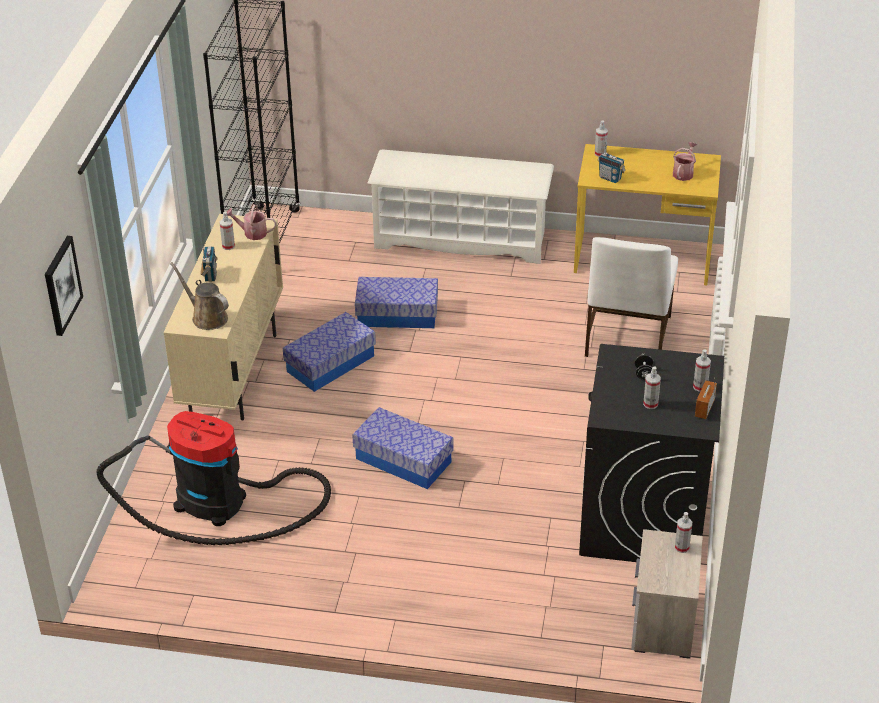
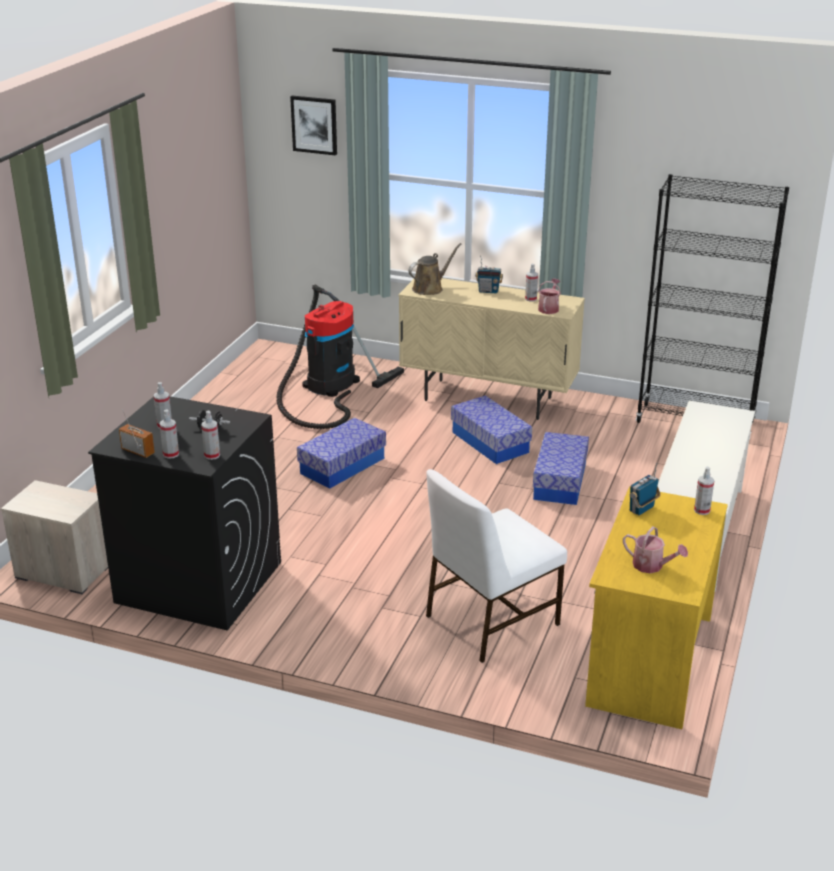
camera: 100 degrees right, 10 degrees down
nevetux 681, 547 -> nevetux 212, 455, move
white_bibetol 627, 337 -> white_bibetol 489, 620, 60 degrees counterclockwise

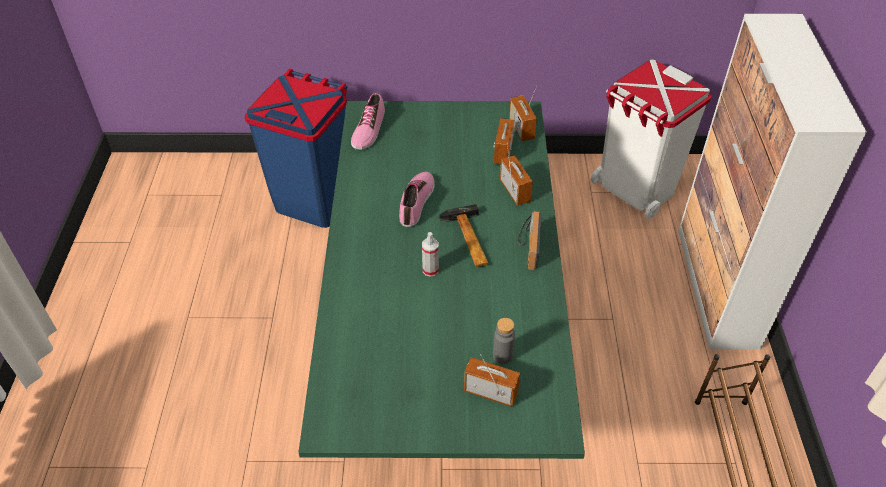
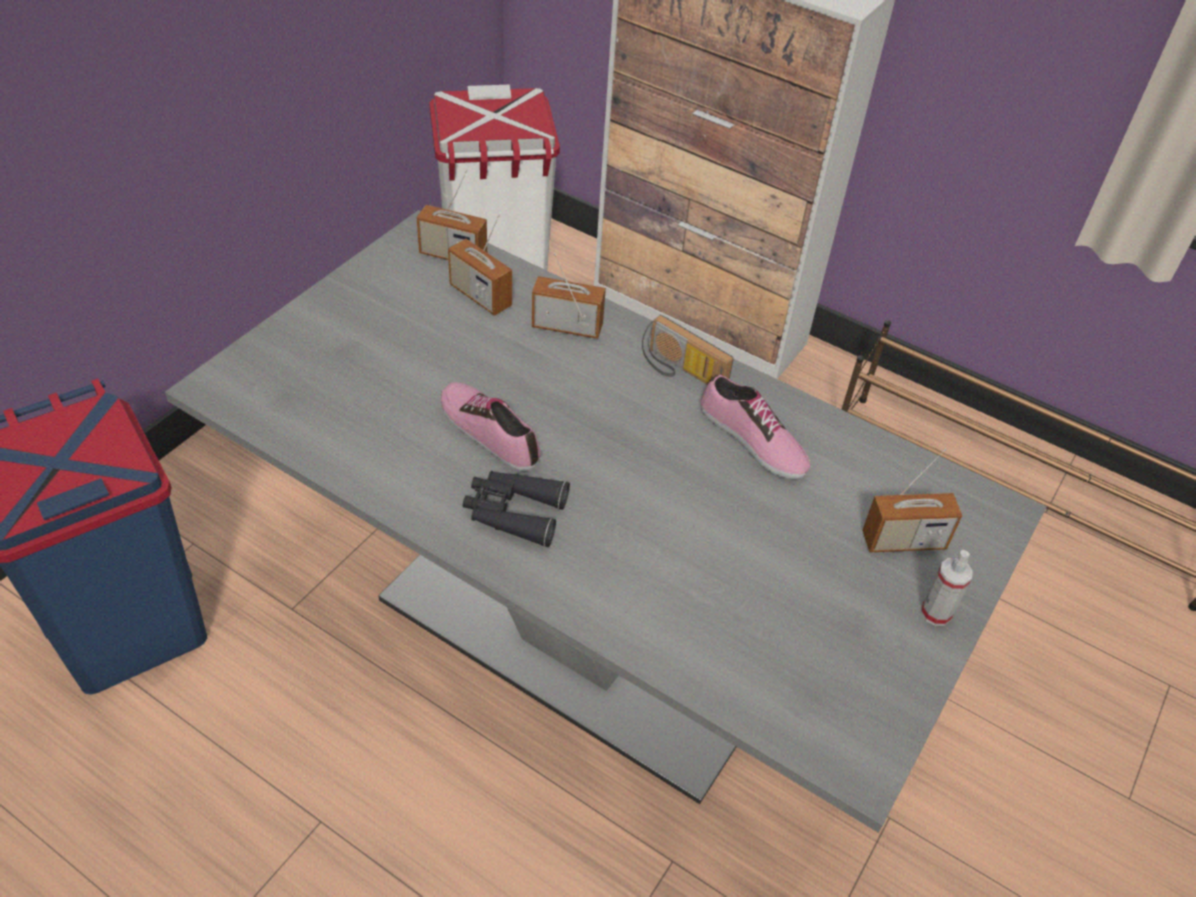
camera: 60 degrees left, 0 degrees up
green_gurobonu 443, 355 -> grey_gurobonu 582, 632
none -> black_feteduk 513, 513
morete 368, 129 -> morete 752, 440, move
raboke 490, 392 -> raboke 903, 541, 150 degrees counterclockwise
nevetux 430, 270 -> nevetux 935, 613, move
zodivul 468, 240 -> none
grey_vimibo 502, 355 -> none

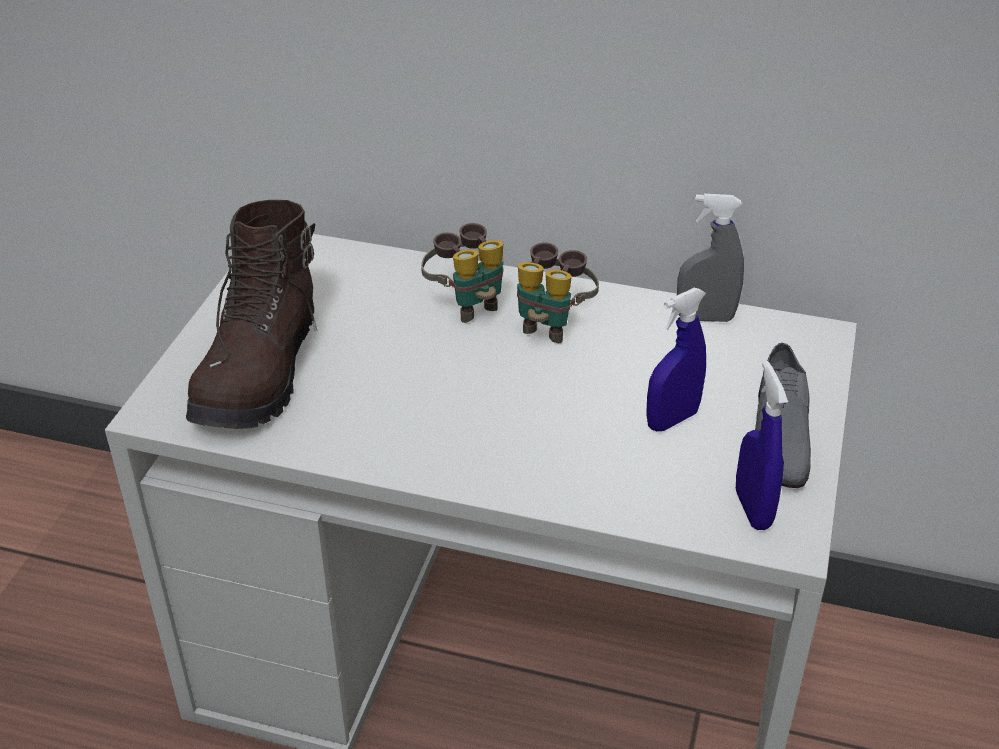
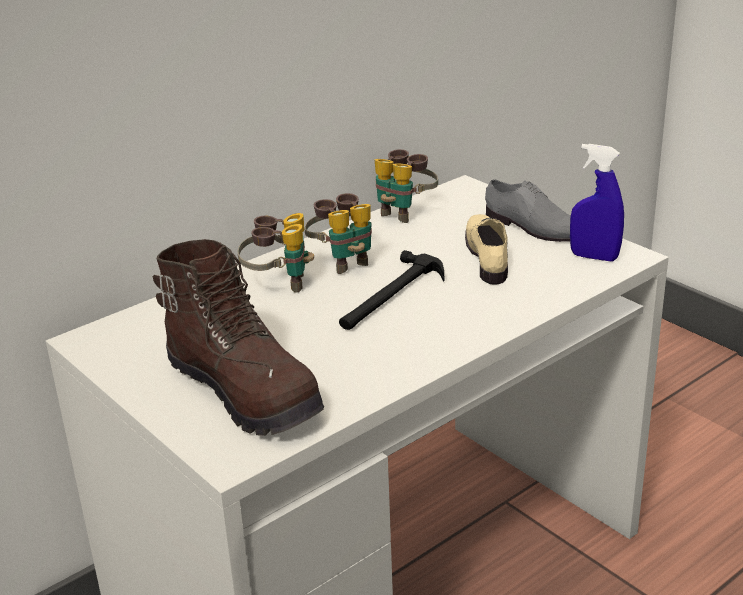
camera: 55 degrees left, 10 degrees down
none -> zodivul 391, 296
grey_nevetux 705, 318 -> feteduk 404, 212
blue_nevetux 672, 420 -> beige_morete 489, 254

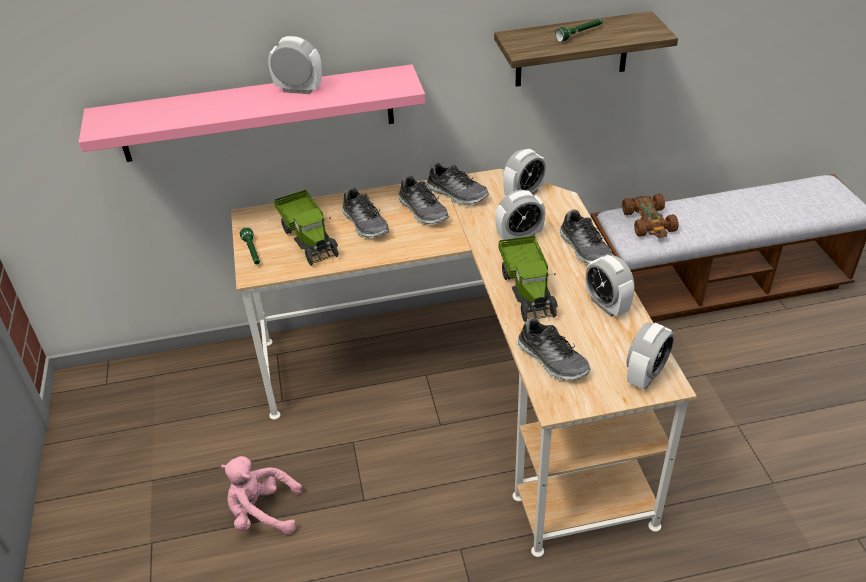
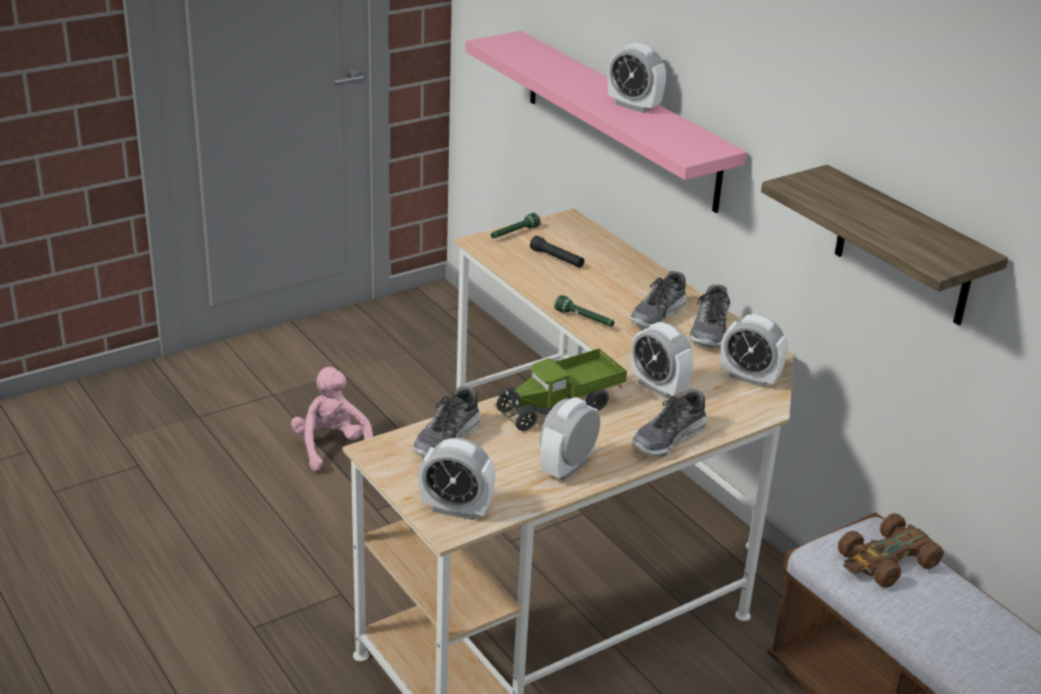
camera: 65 degrees right, 10 degrees down
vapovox 309, 239 -> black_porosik 557, 259
green_porosik 579, 34 -> green_porosik 584, 320, move
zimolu 298, 89 -> zimolu 634, 106, 135 degrees clockwise
morete 365, 224 -> none

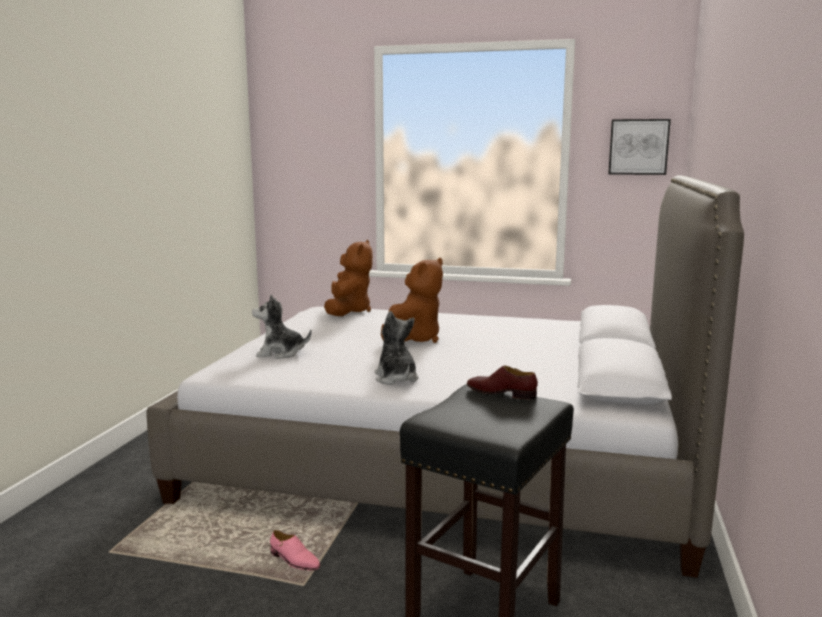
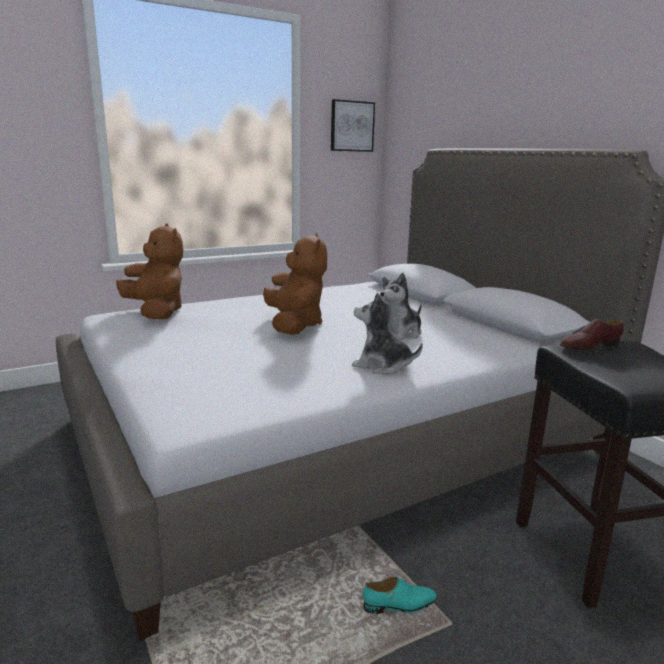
camera: 45 degrees left, 5 degrees up
pink_morete 294, 561 -> turquoise_morete 400, 605
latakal 280, 353 -> latakal 400, 334, move

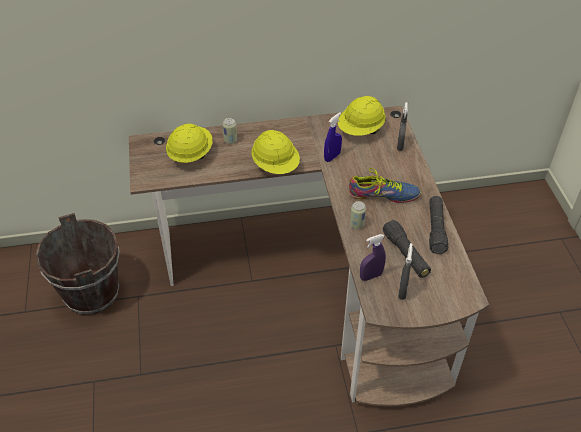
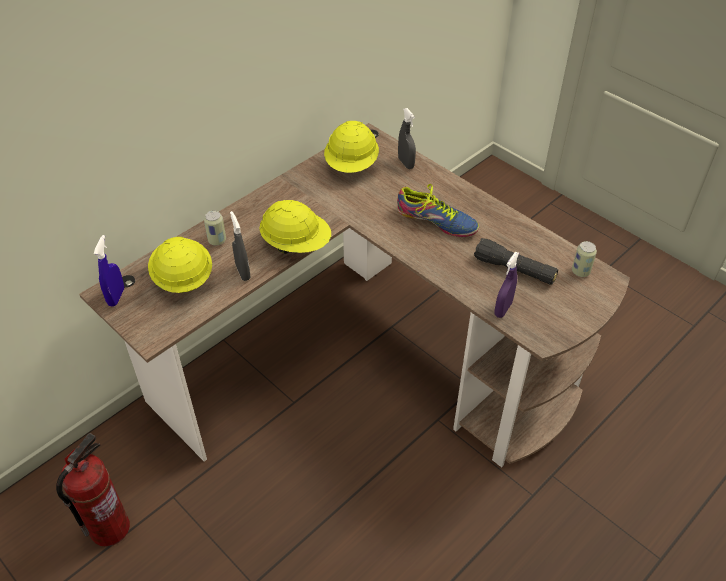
camera: 35 degrees left, 0 degrees up
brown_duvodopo 92, 293 -> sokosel 109, 527
blue_nevetux 332, 157 -> blue_nevetux 116, 297, move
grey_nevetux 402, 291 -> grey_nevetux 243, 272, move
morete 383, 194 -> morete 436, 220, 60 degrees clockwise
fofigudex 356, 225 -> fofigudex 580, 271, move
black_porosik 436, 229 -> none

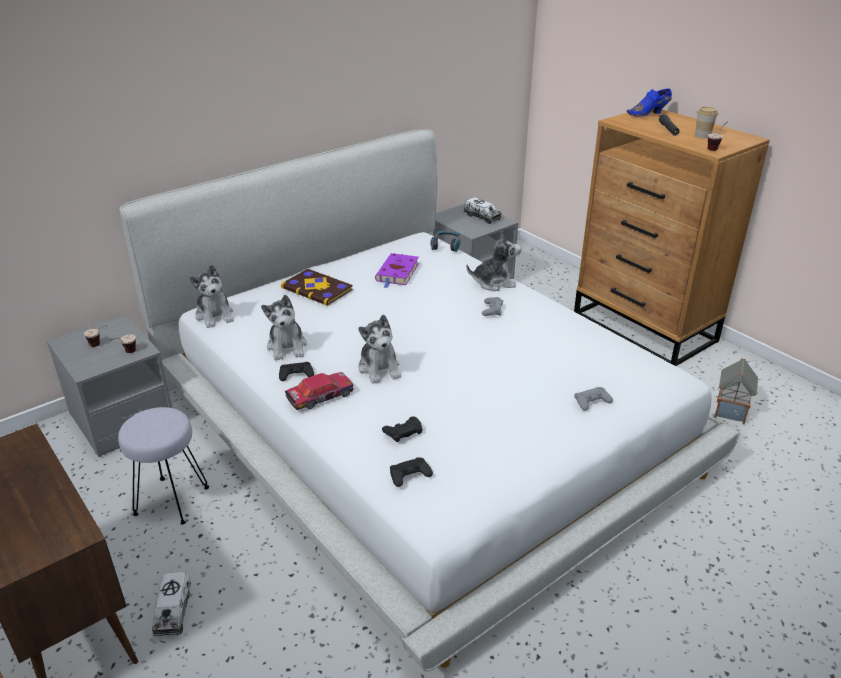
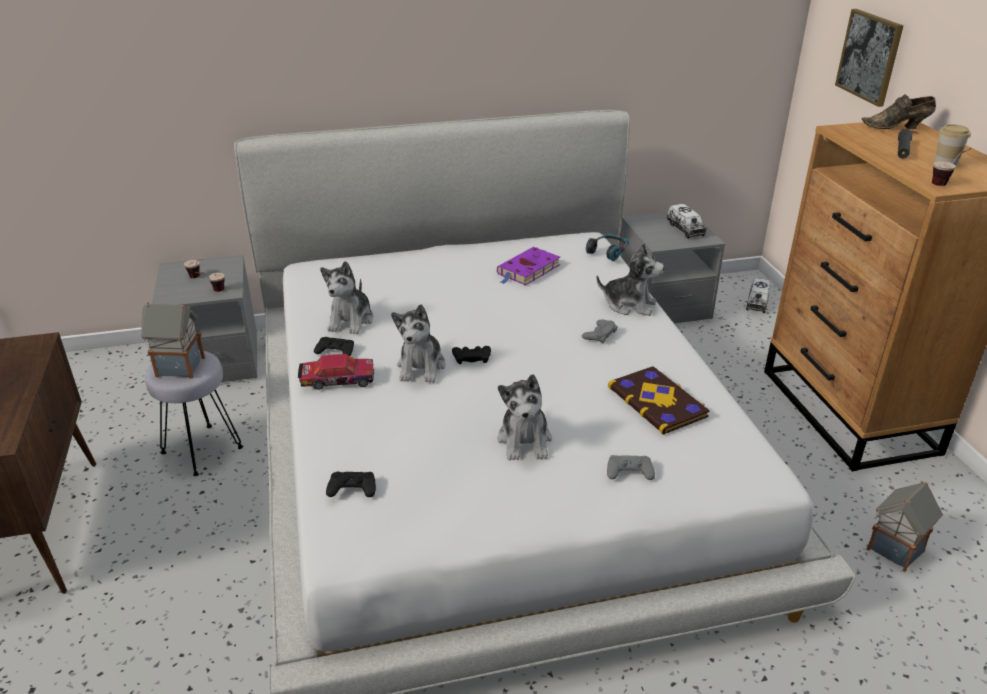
camera: 25 degrees right, 0 degrees up
none -> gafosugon 179, 367
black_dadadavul 403, 431 -> black_dadadavul 471, 357, move
latakal 215, 315 -> latakal 525, 440, move
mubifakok 317, 288 -> mubifakok 658, 401, move
vapovox 173, 611 -> vapovox 757, 302, move
none -> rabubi 869, 56
blue_morete 649, 114 -> brown_morete 897, 127

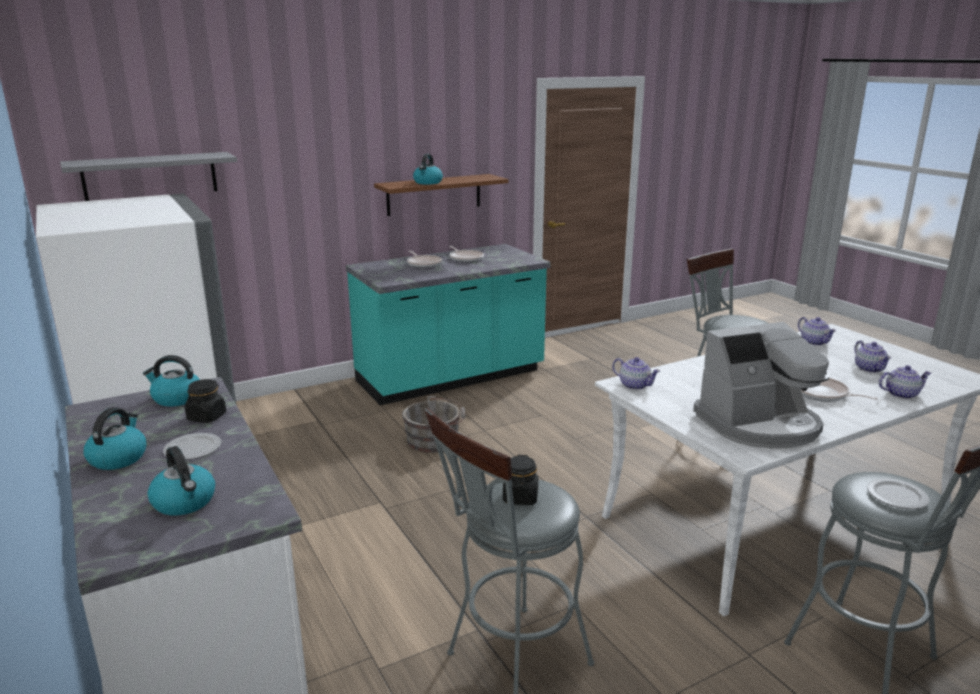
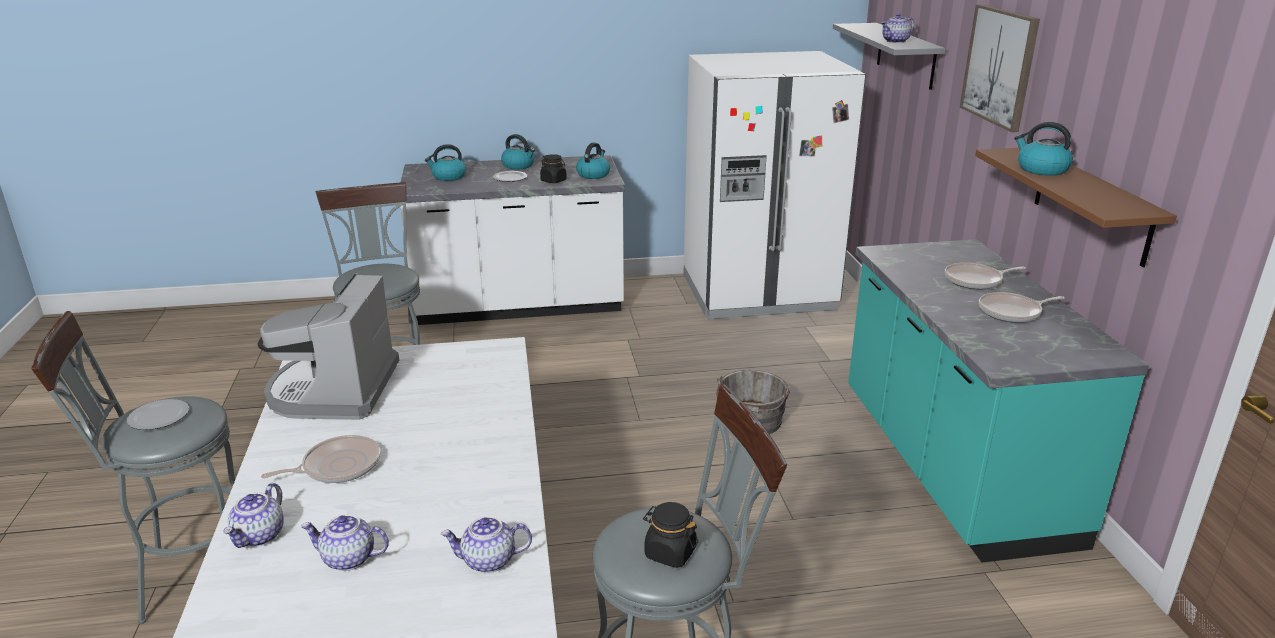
camera: 110 degrees right, 5 degrees up
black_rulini 520, 497 -> black_rulini 669, 553, move
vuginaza 635, 385 -> vuginaza 895, 41, move
none -> rabubi 1000, 66

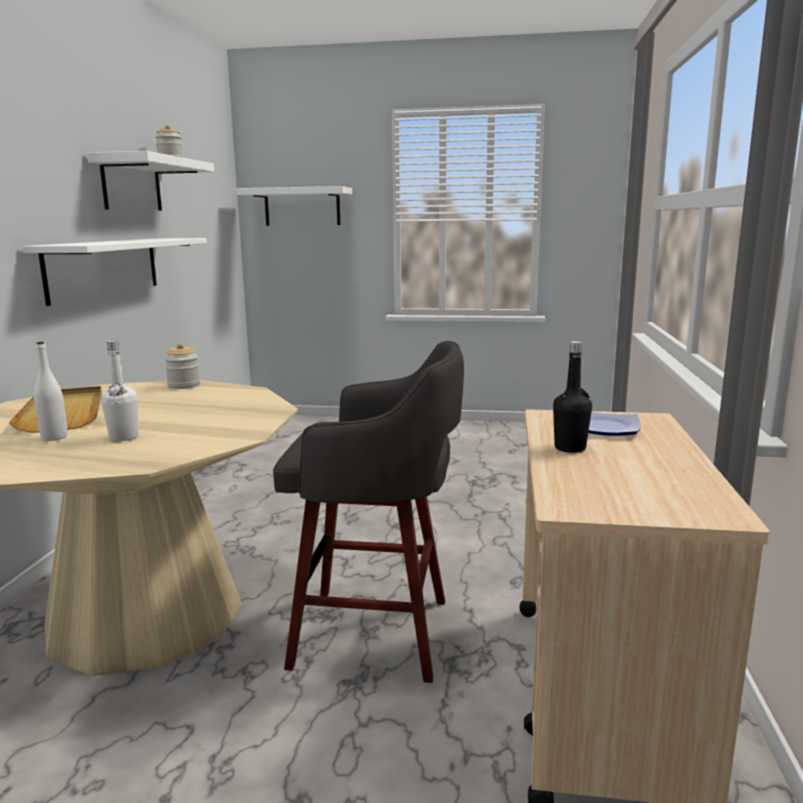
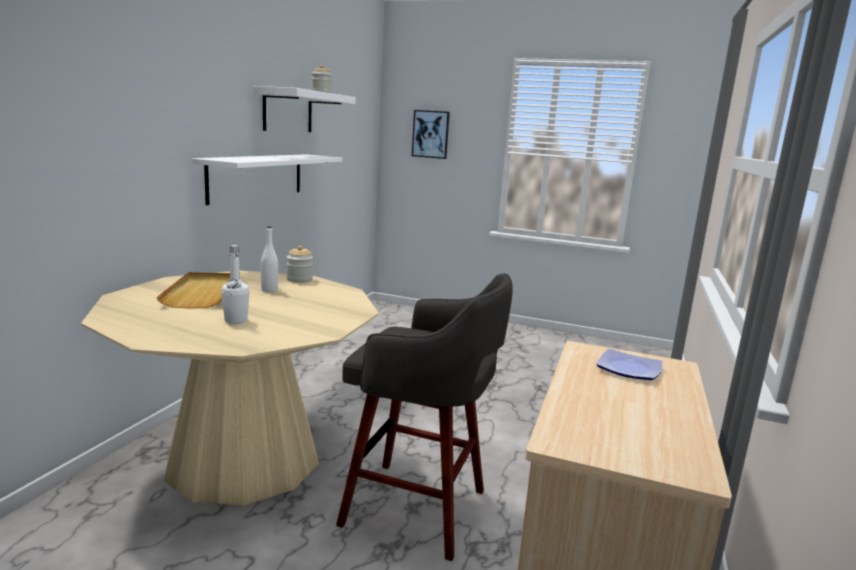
camera: 10 degrees right, 0 degrees up
white_vimibo 54, 437 -> white_vimibo 269, 290, move
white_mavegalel 302, 207 -> rabubi 430, 134
black_vimibo 570, 448 -> none

